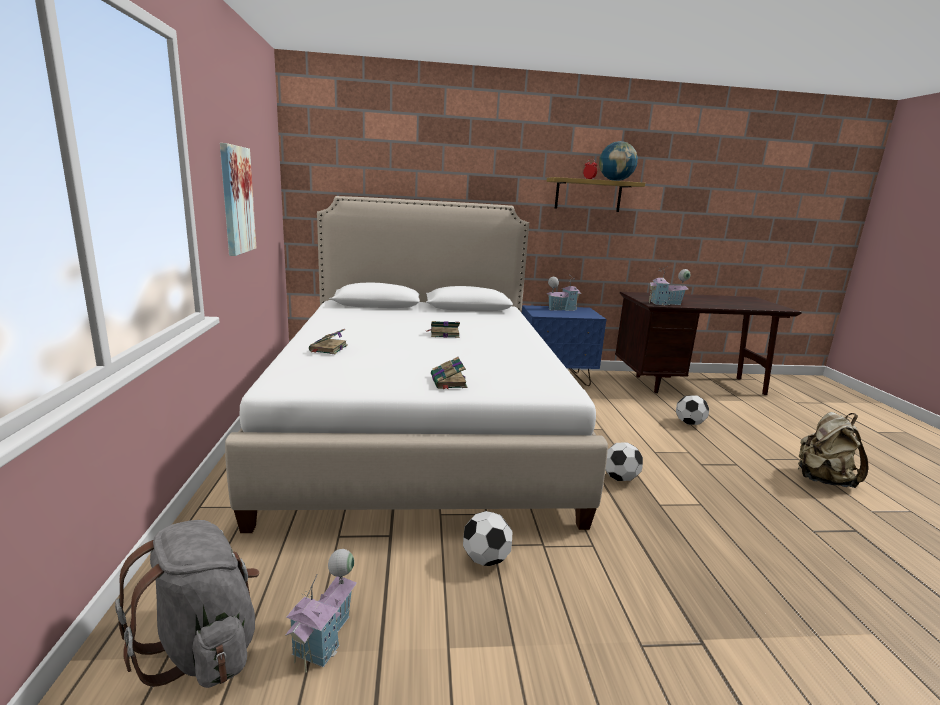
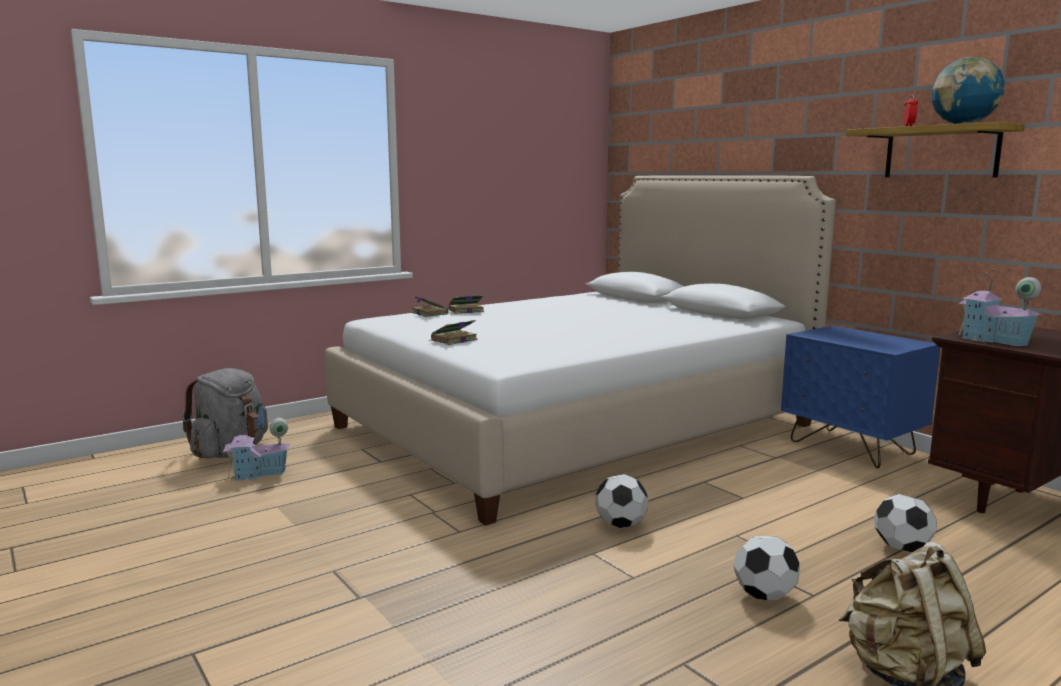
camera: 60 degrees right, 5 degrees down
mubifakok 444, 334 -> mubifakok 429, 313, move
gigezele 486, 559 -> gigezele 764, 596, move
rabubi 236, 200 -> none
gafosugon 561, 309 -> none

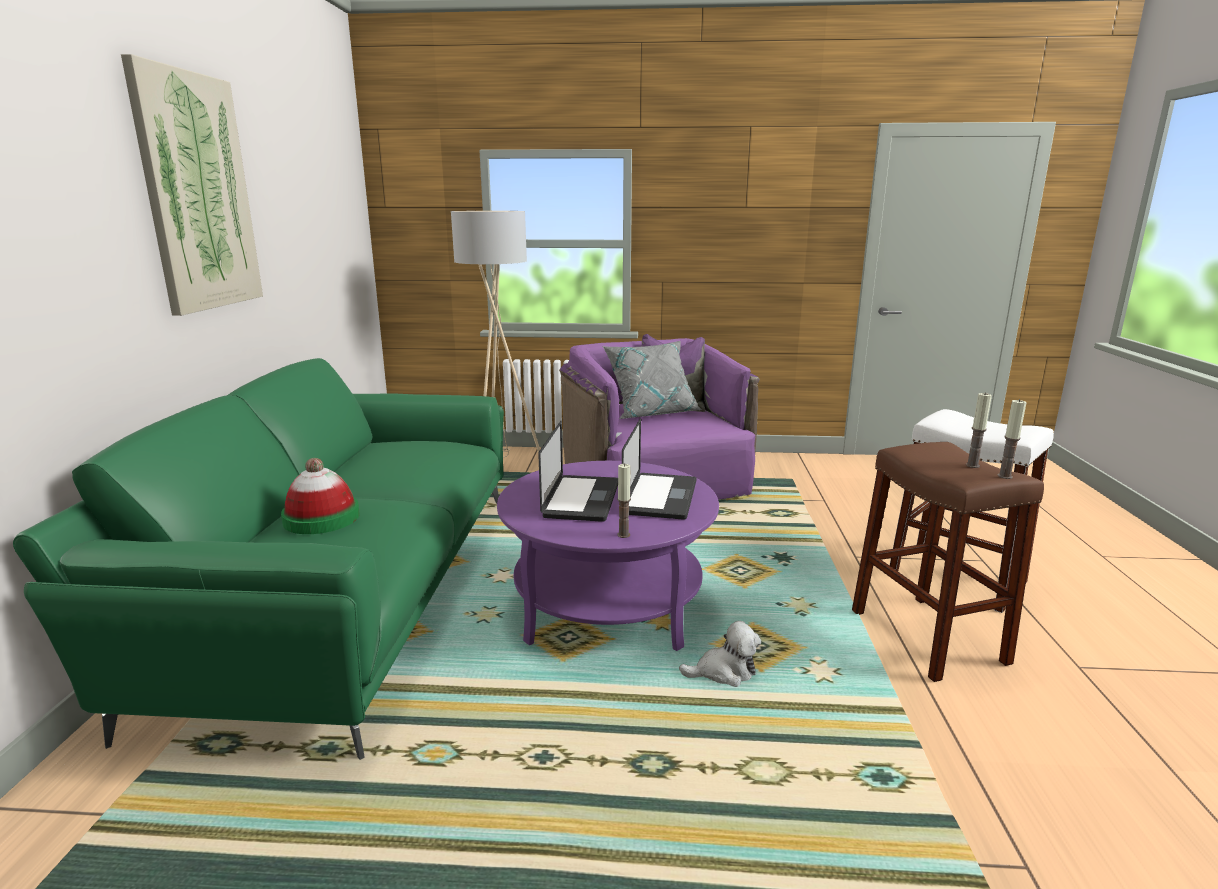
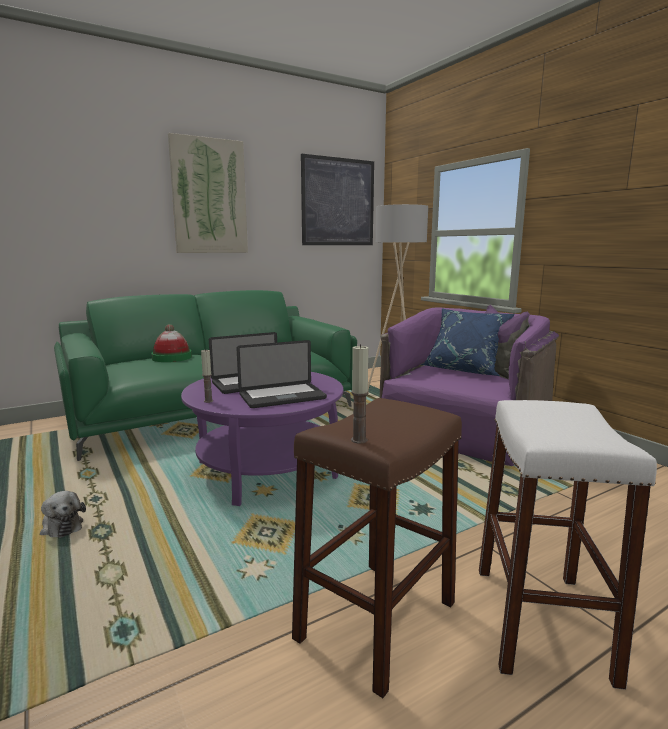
camera: 55 degrees right, 5 degrees down
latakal 724, 672 -> latakal 61, 526, move
none -> rabubi 338, 202
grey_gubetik 652, 413 -> blue_gubetik 465, 370
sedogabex 972, 465 -> none

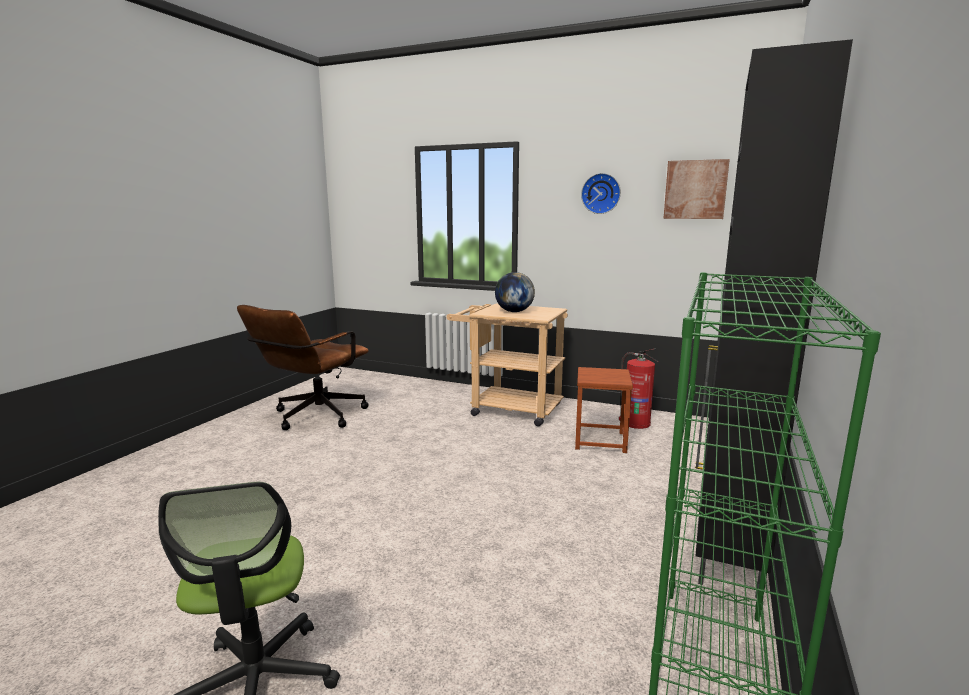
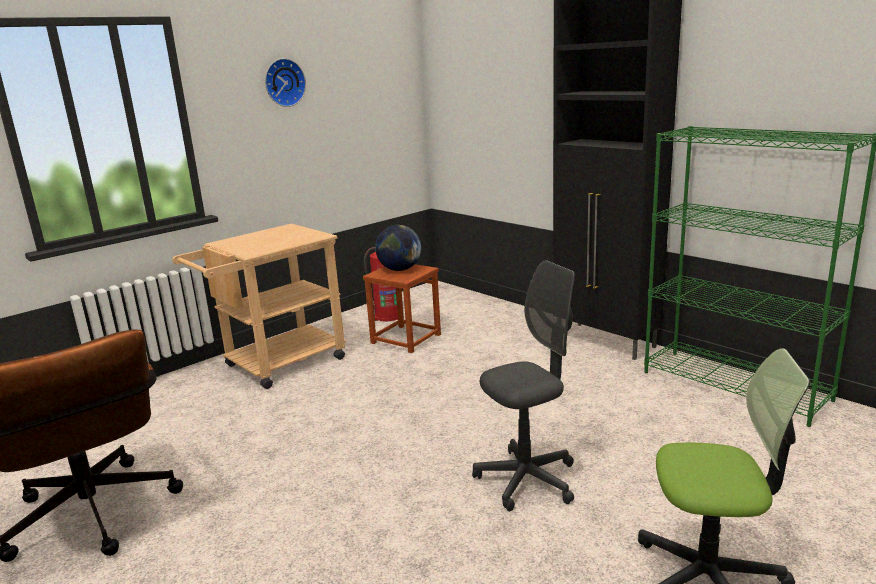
camera: 65 degrees left, 5 degrees up
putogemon 514, 311 -> putogemon 399, 269, move
none -> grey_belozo 527, 480
rabubi 695, 189 -> none

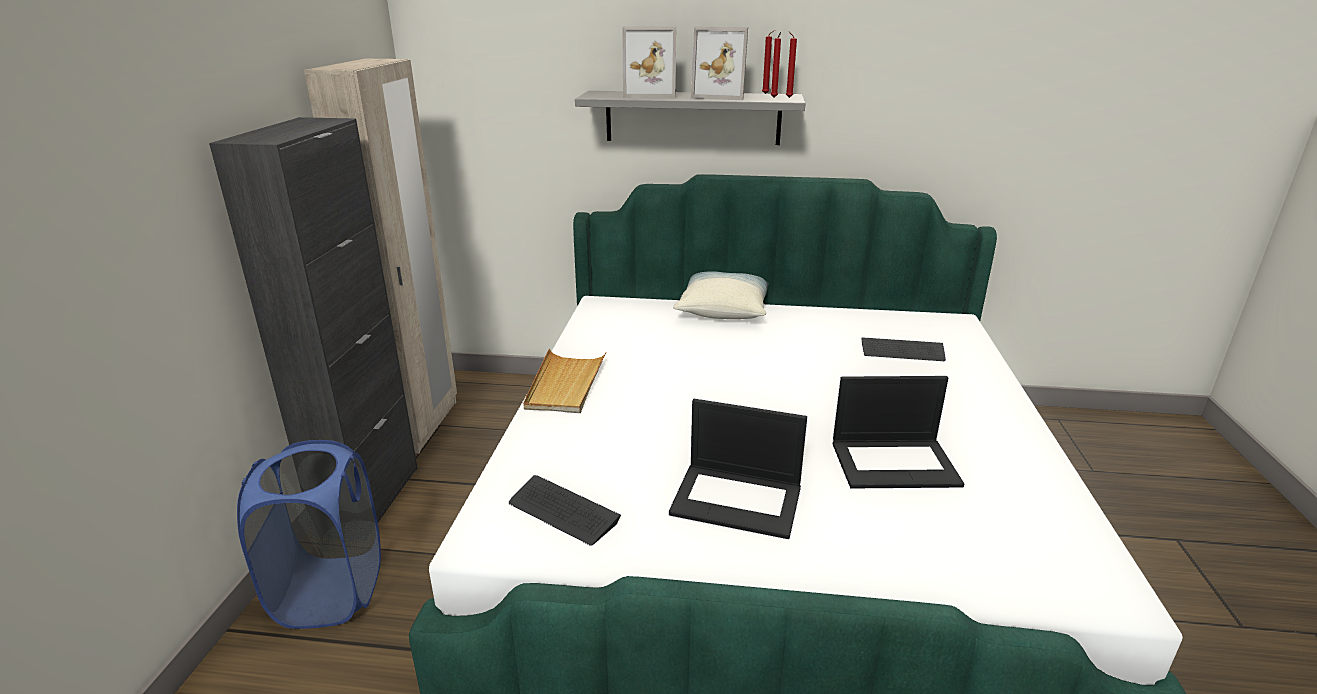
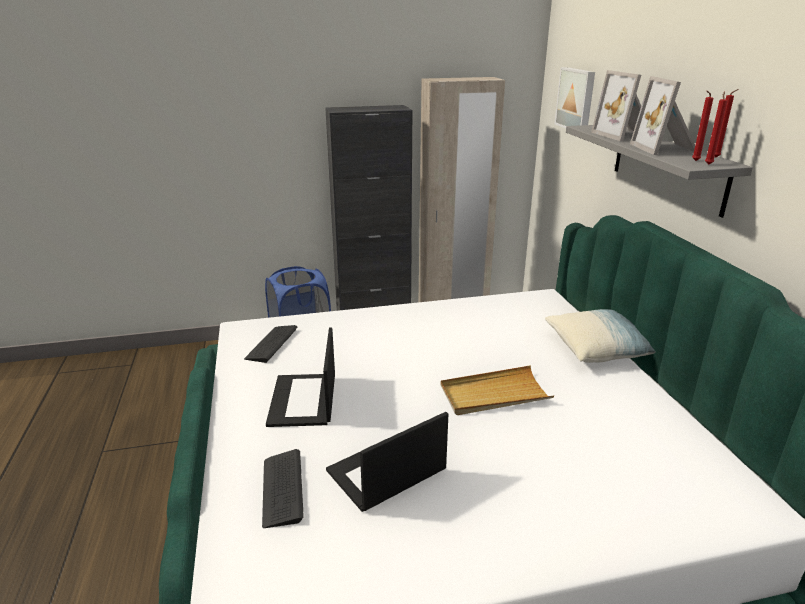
camera: 70 degrees right, 0 degrees up
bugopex 902, 351 -> bugopex 282, 489, move
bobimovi 895, 463 -> bobimovi 386, 472, 75 degrees clockwise
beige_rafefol 565, 384 -> beige_rafefol 494, 394, move
none -> rabubi 576, 99

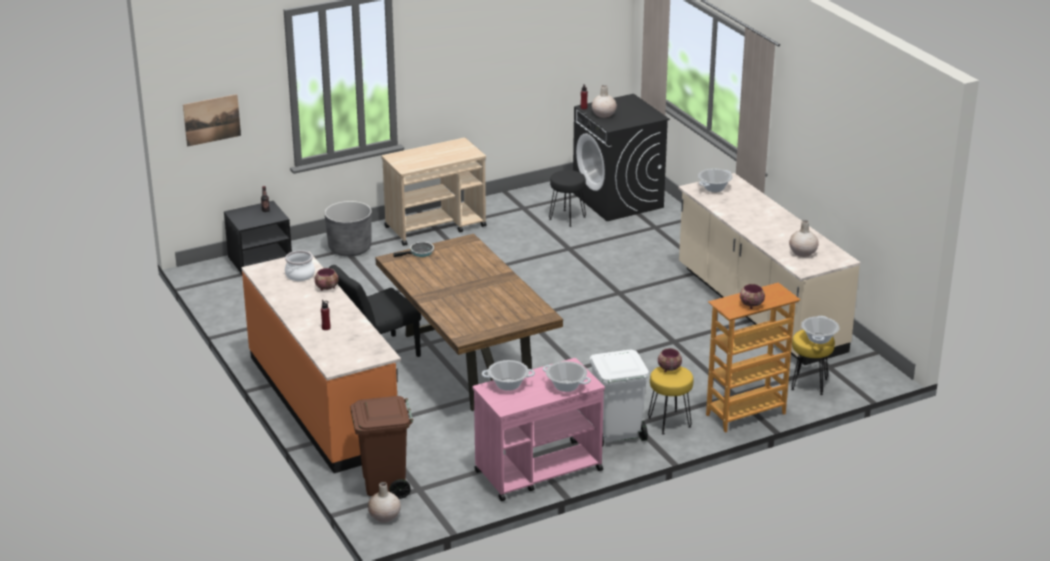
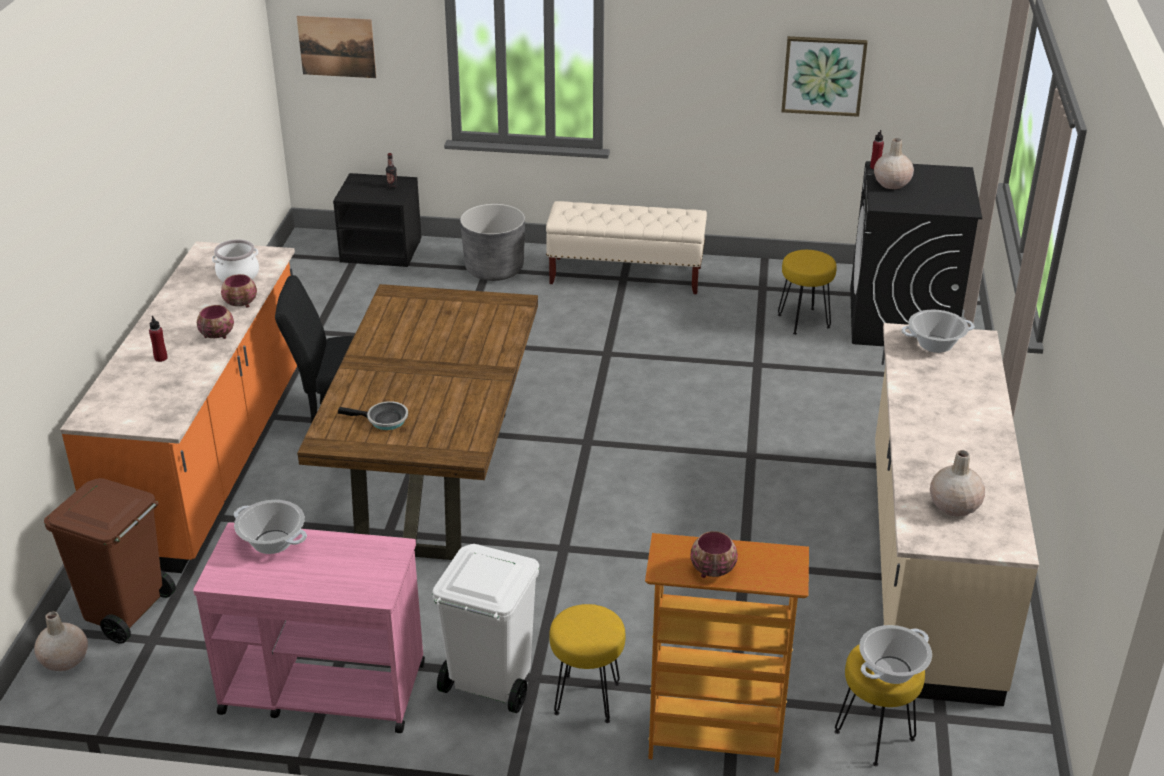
camera: 35 degrees right, 5 degrees up
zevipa 668, 368 -> zevipa 217, 335, move
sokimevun 419, 253 -> sokimevun 384, 420, move
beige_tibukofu 436, 226 -> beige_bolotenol 626, 276
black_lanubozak 567, 218 -> yellow_lanubozak 804, 321
none -> rabubi 823, 75
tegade 566, 385 -> none

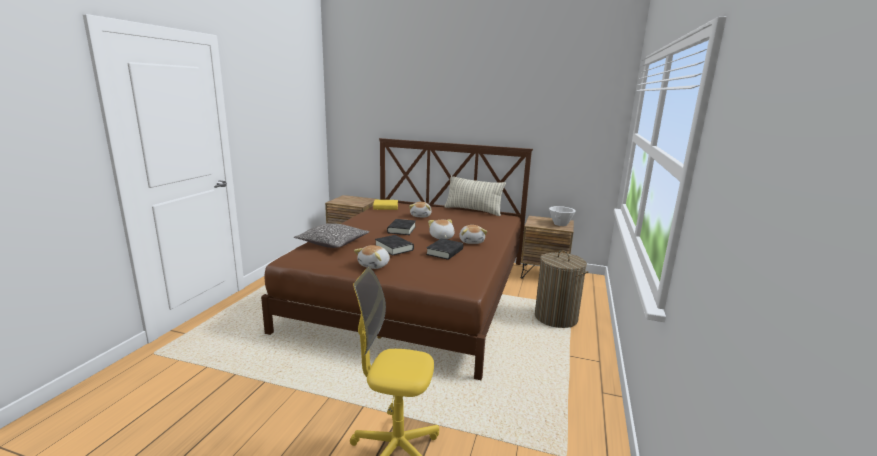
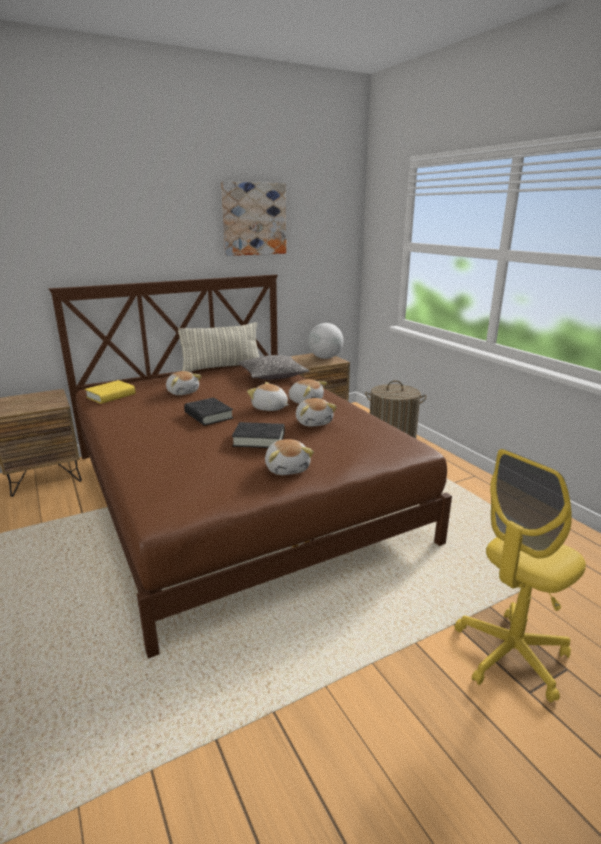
camera: 45 degrees left, 5 degrees up
none -> rabubi 254, 219
gubetik 333, 243 -> gubetik 273, 376, move
black_mubifakok 445, 252 -> latakal 314, 422
white_zevipa 560, 224 -> putogemon 325, 358

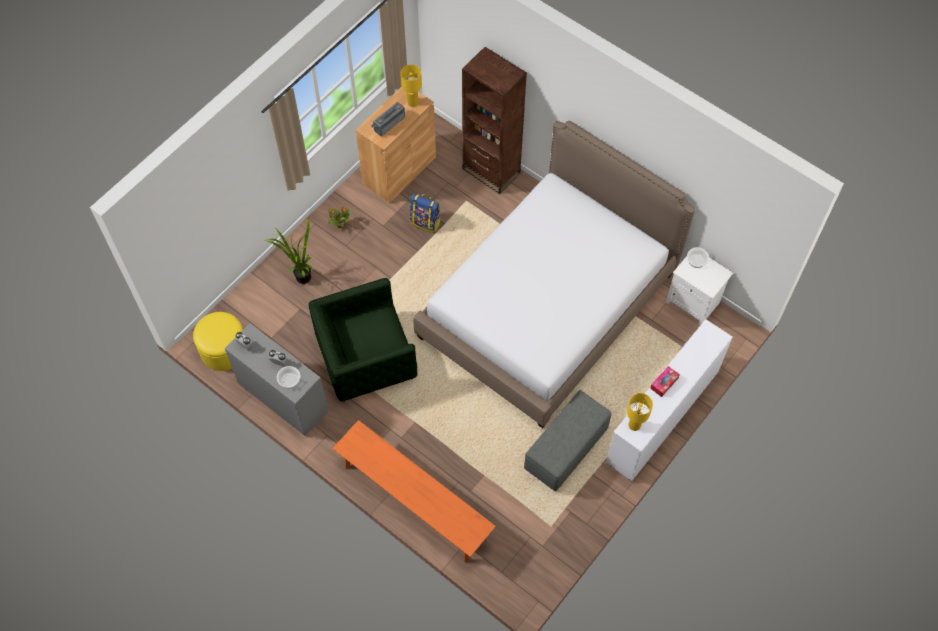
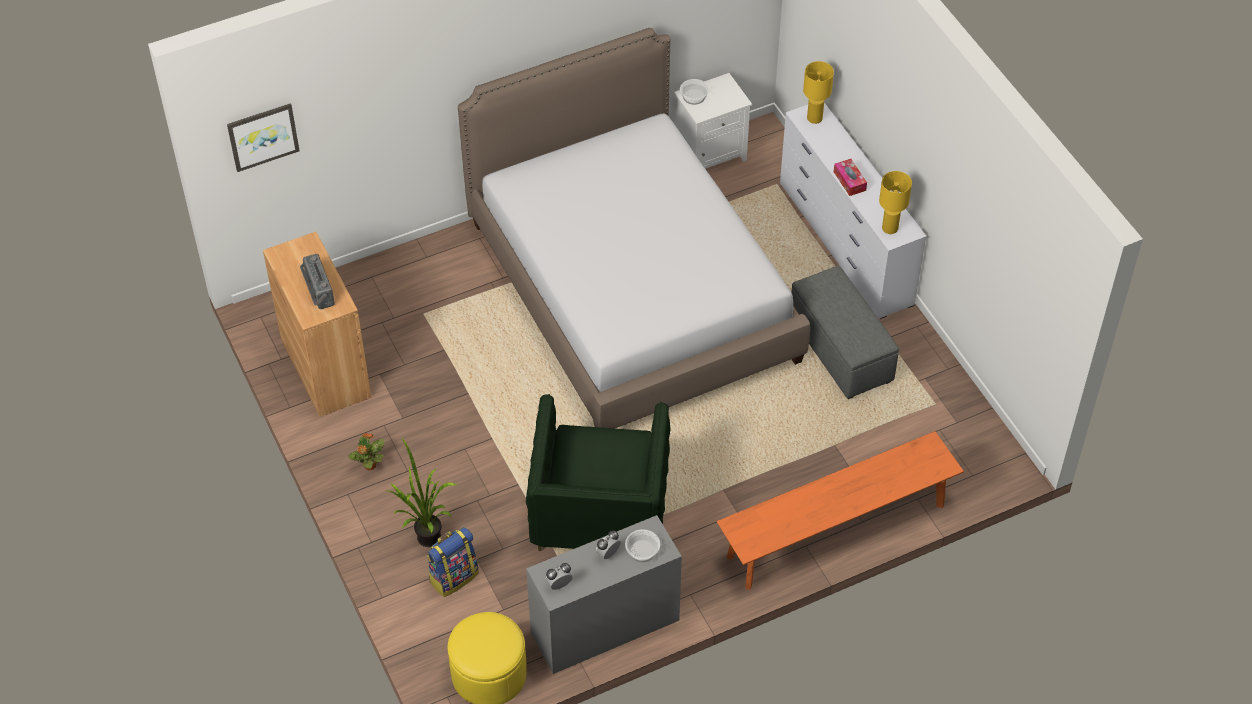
camera: 65 degrees left, 10 degrees down
none -> rabubi 263, 136
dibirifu 426, 222 -> dibirifu 453, 576, move
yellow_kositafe 412, 102 -> yellow_kositafe 815, 118, move
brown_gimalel 491, 171 -> none

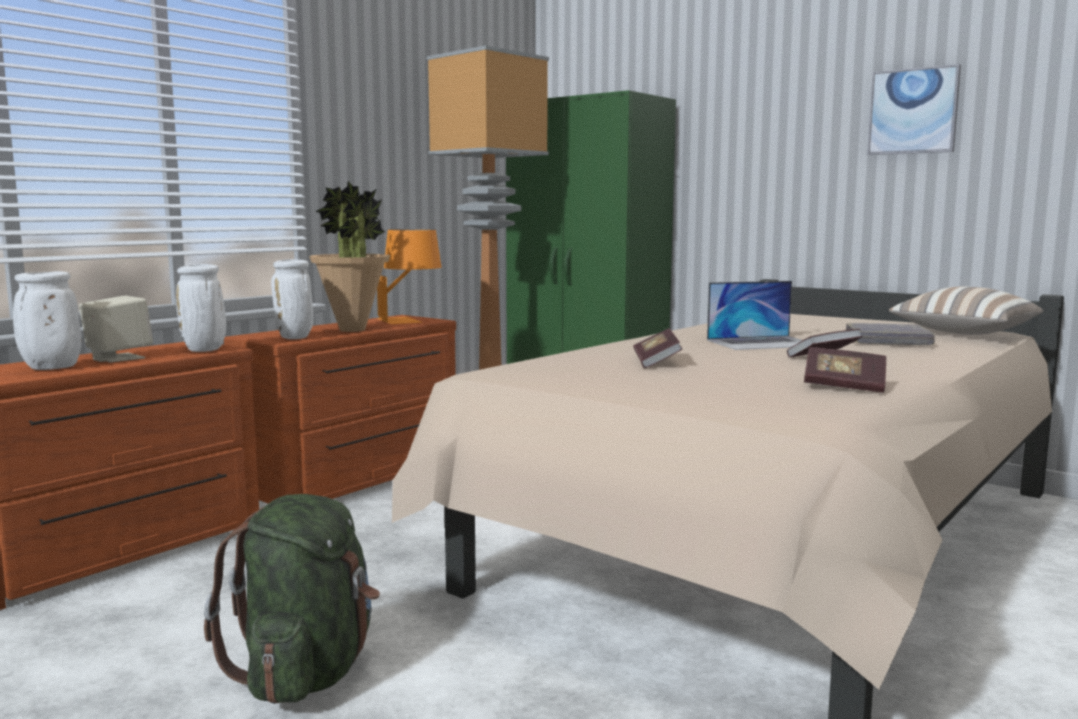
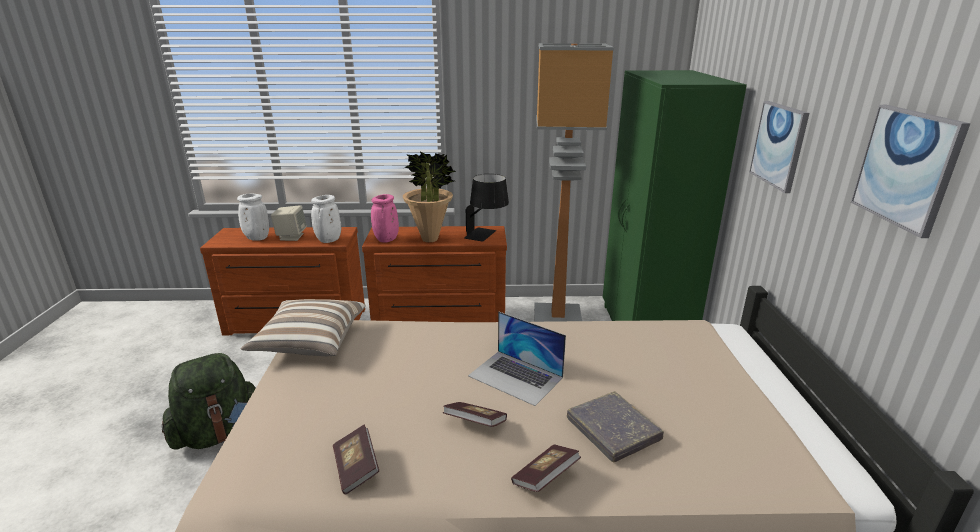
camera: 50 degrees right, 15 degrees up
gubetik 962, 334 -> gubetik 310, 342, move
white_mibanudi 295, 338 -> pink_mibanudi 386, 240
orange_kositafe 410, 319 -> black_kositafe 487, 235
mubifakok 656, 362 -> mubifakok 545, 478, move
none -> rabubi 779, 145

